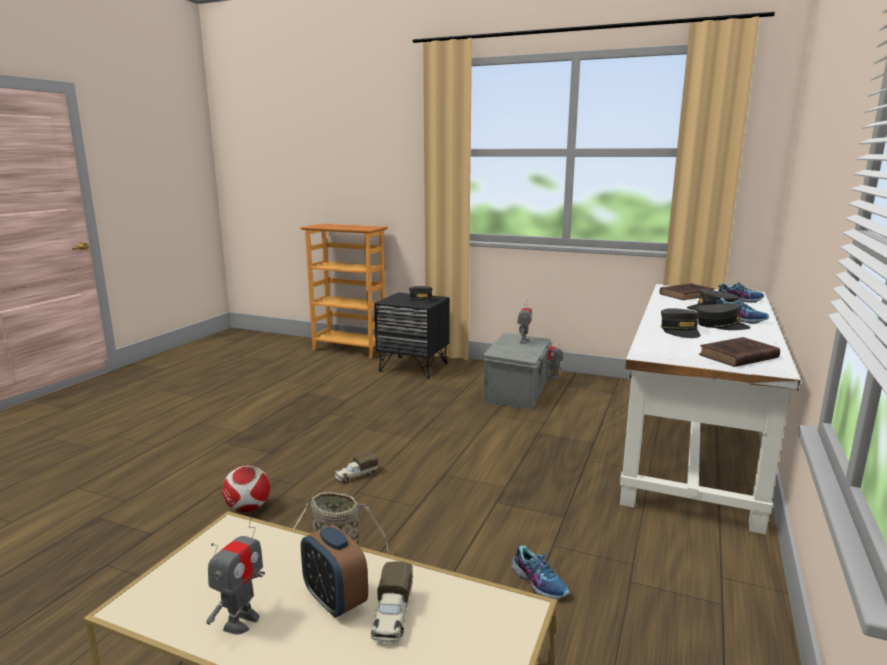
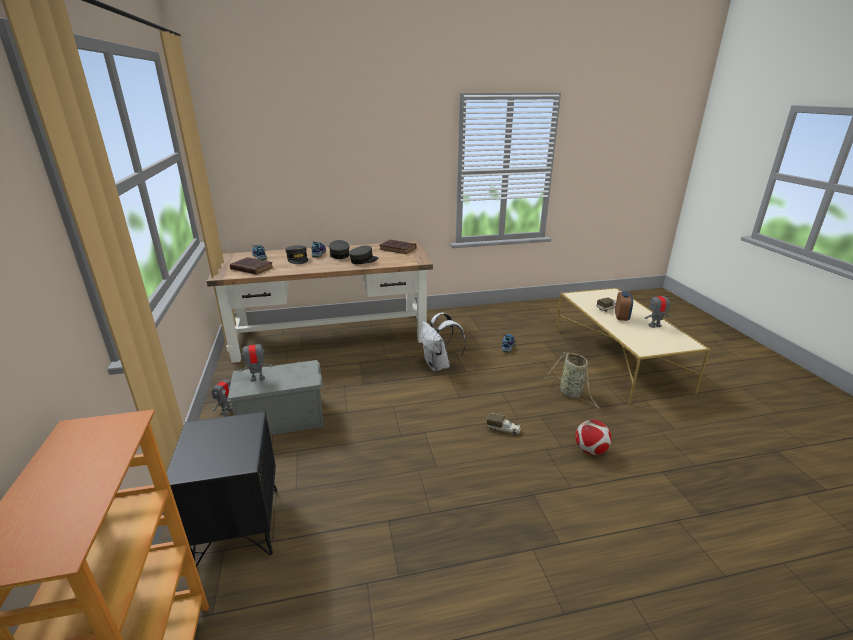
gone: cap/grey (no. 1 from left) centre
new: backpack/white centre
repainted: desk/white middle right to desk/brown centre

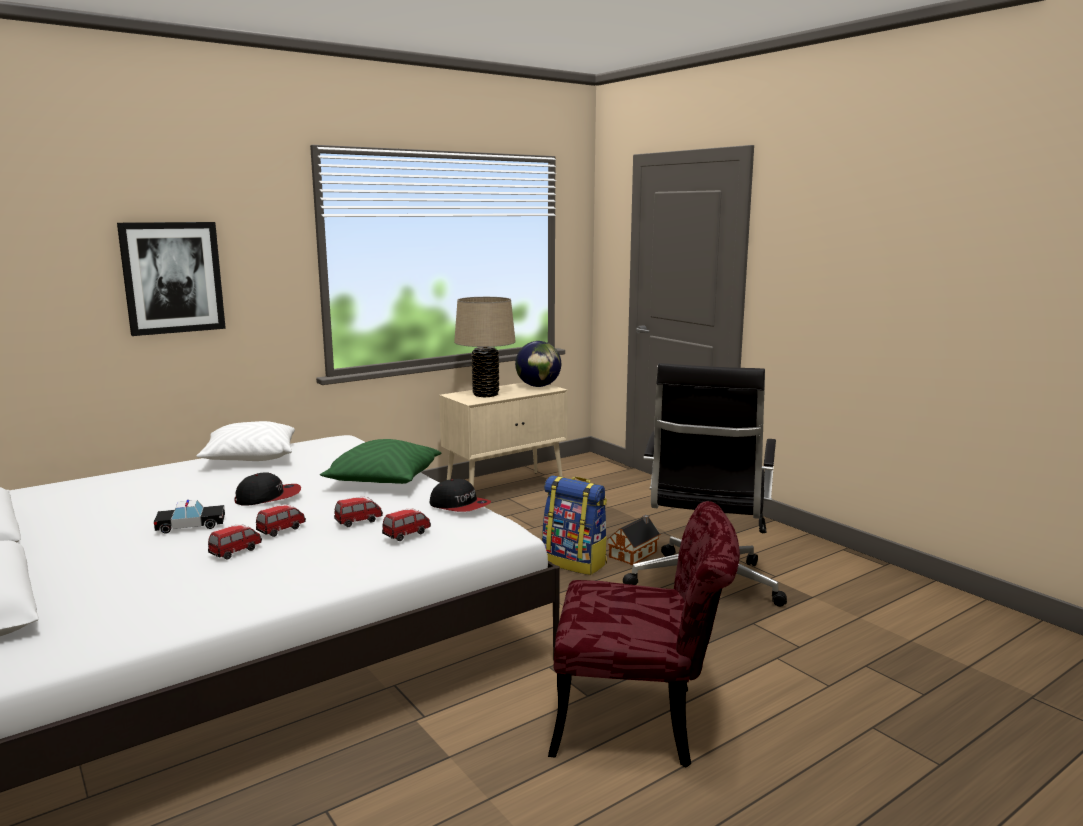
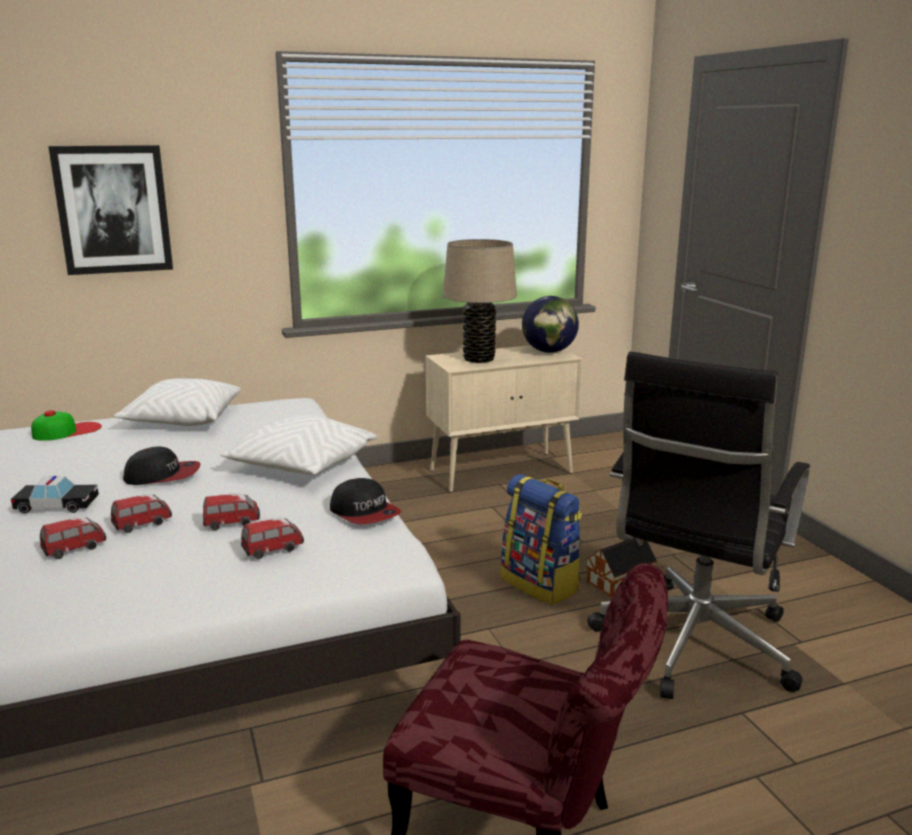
new: cap (no. 1 from left) middle left
repainted: pillow/green centre to pillow/white (no. 2 from left) middle left

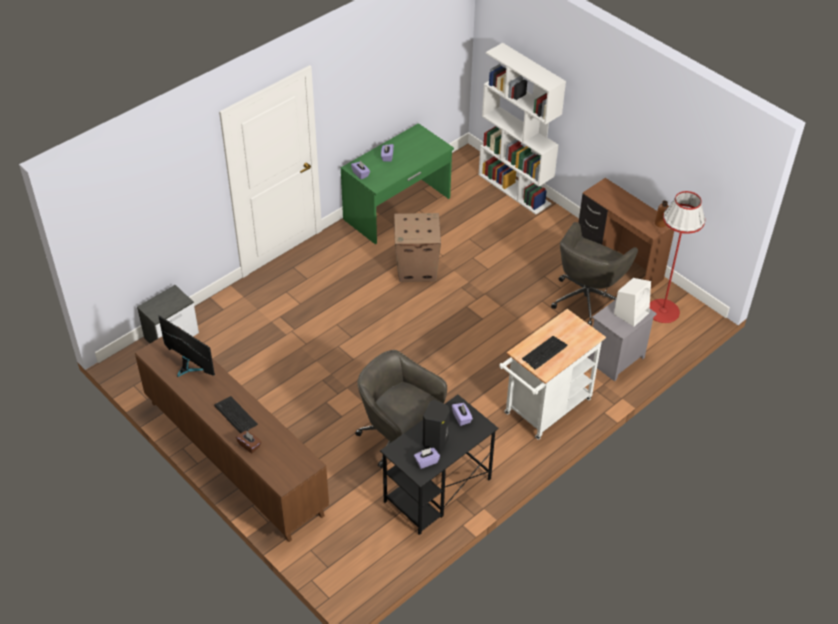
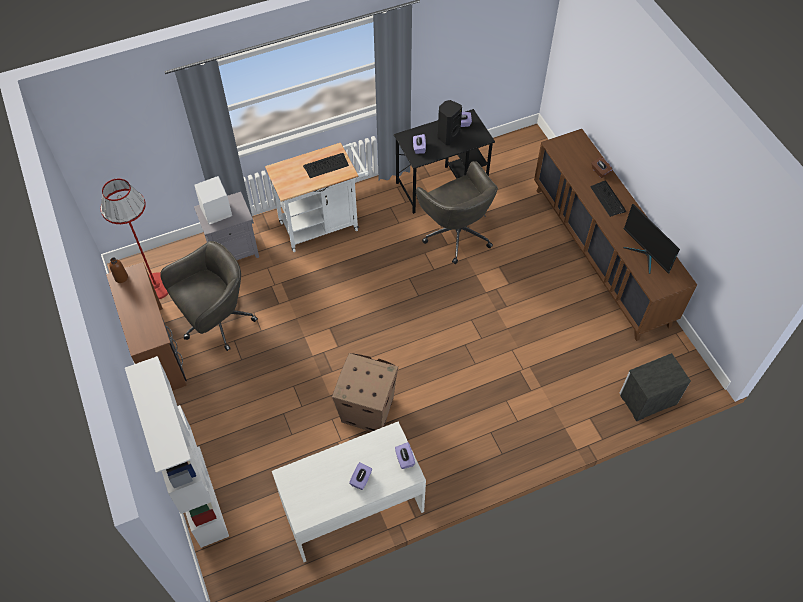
repainted: desk/green top centre to desk/white bottom centre

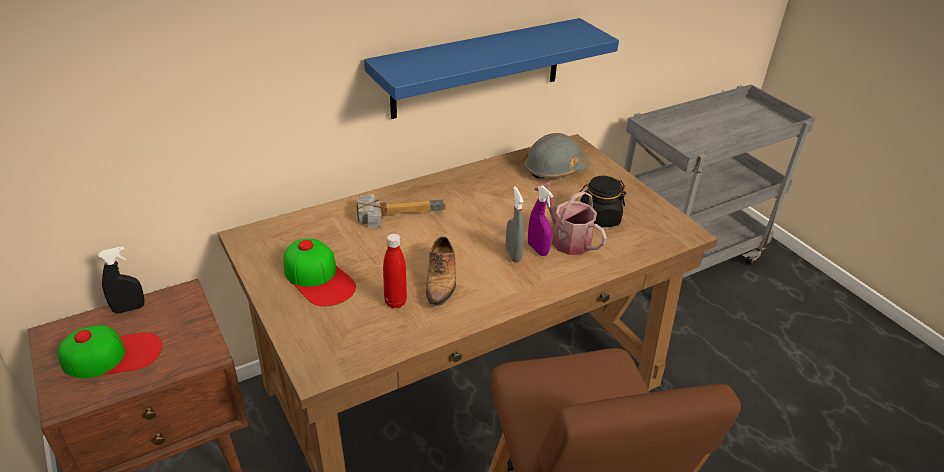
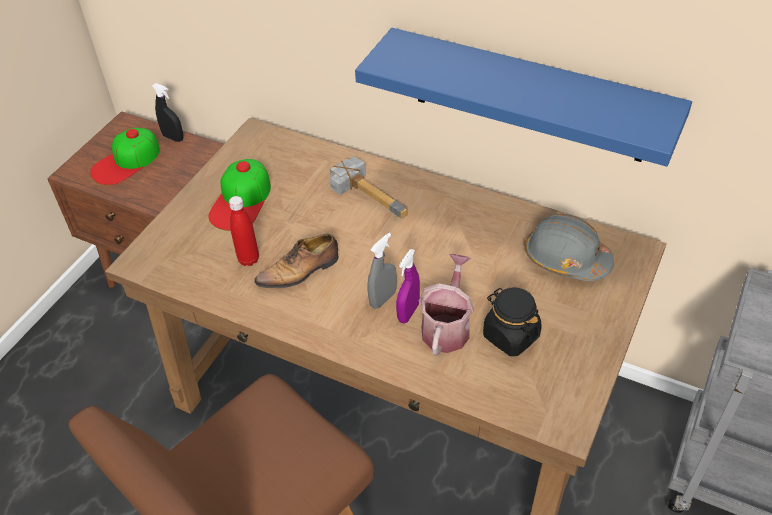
rotated: cap (no. 1 from left) bottom left = top left 90 degrees clockwise

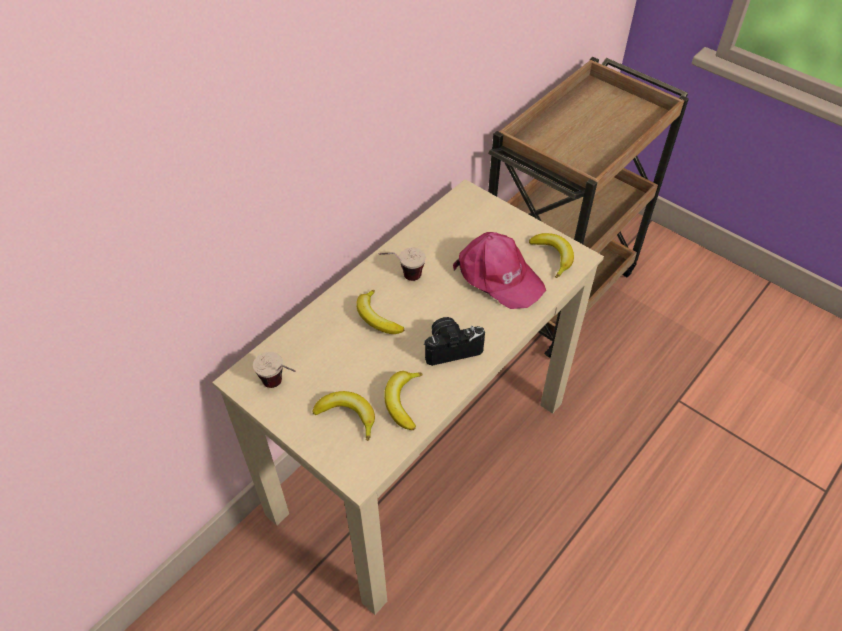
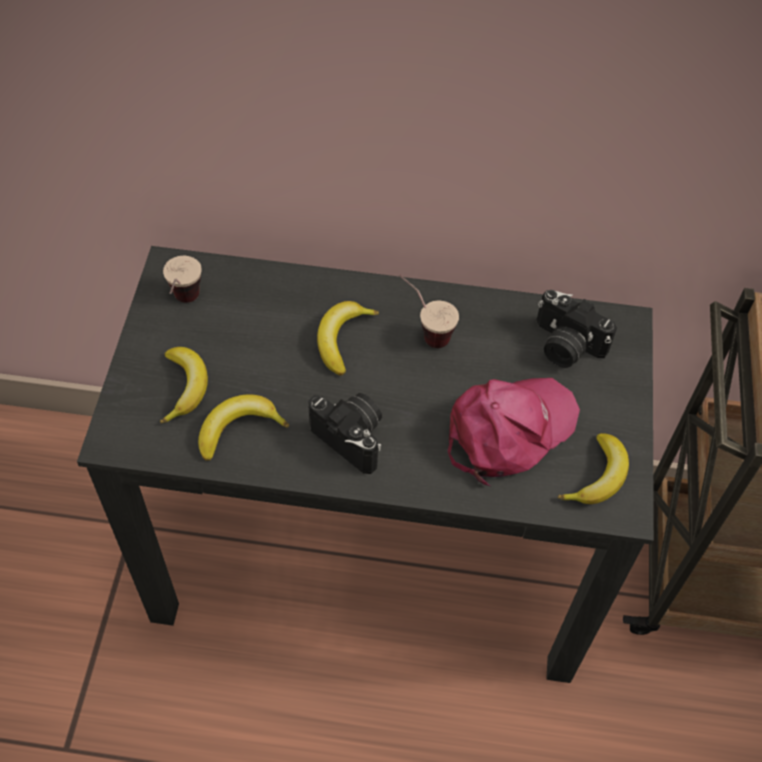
new: photo camera (no. 2 from left) middle right
repainted: desk/beige centre to desk/black centre
rotated: cap/pink centre = middle right 135 degrees counterclockwise

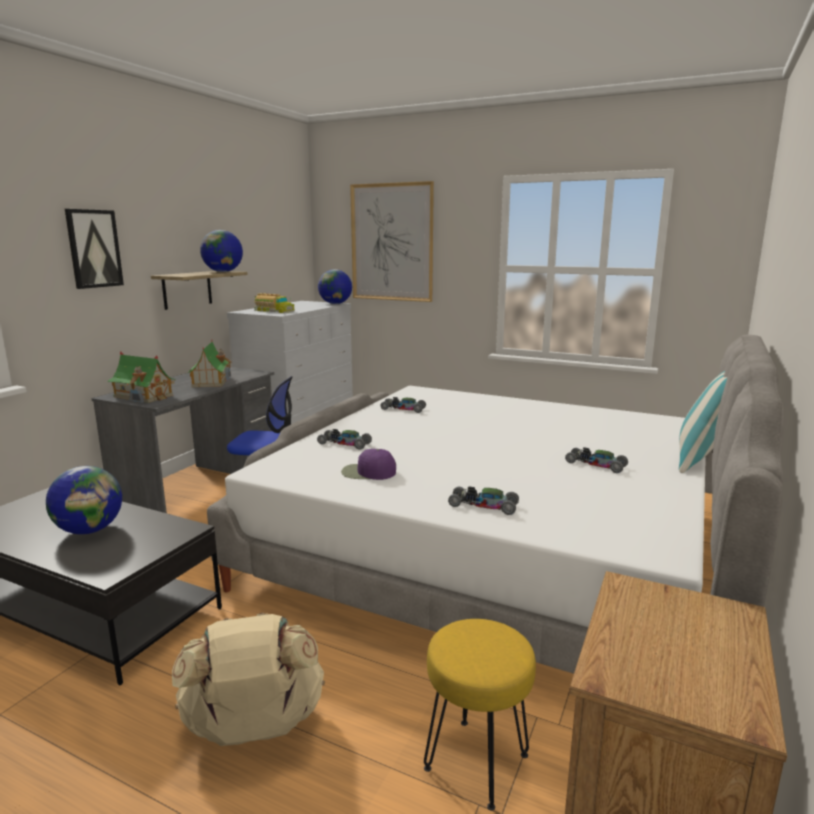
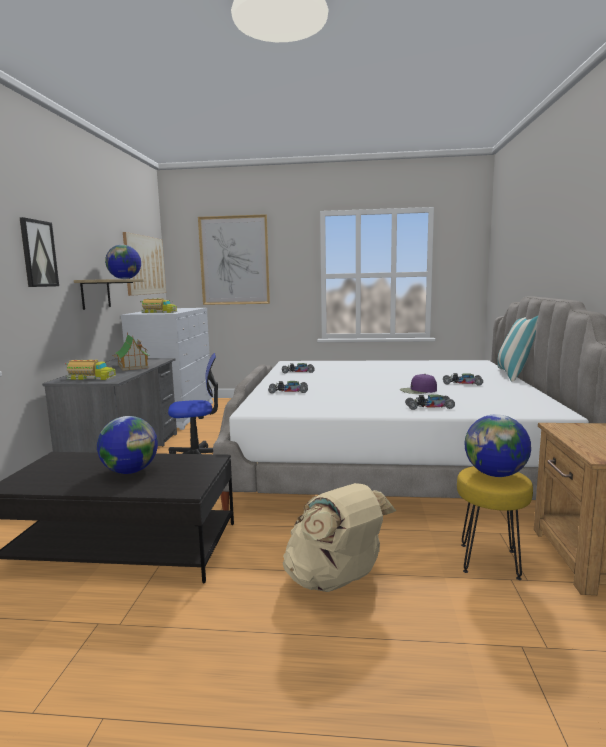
new: picture (no. 2 from left) middle left
shifted: globe (no. 3 from left) centre to middle right; cap/purple centre to middle right
swapped: toy house (no. 1 from left) middle left to toy truck (no. 1 from left) middle left

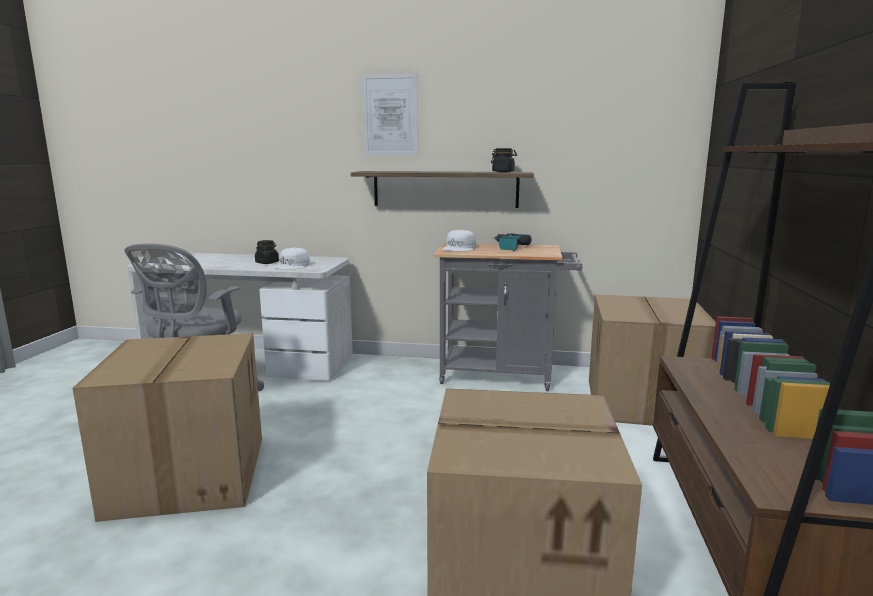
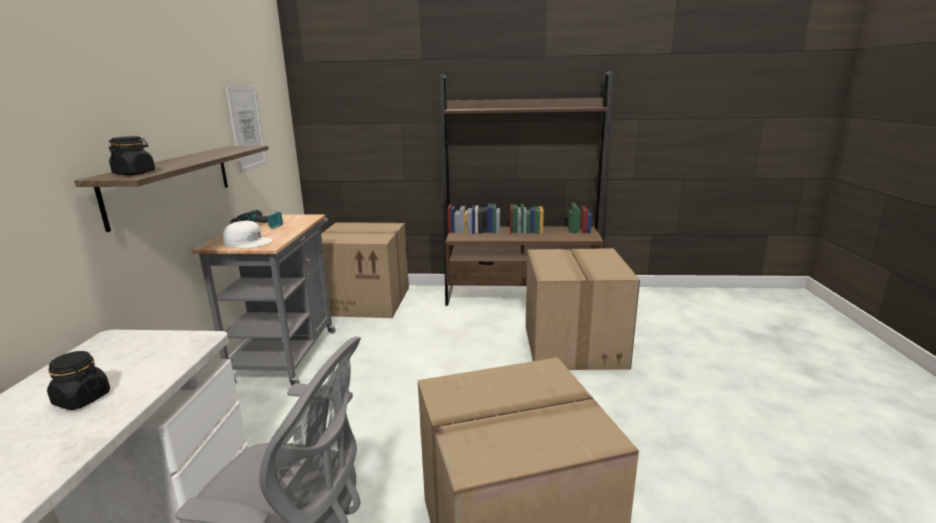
gone: cap/white (no. 1 from left) centre
shifted: picture top centre to top left; jar/black (no. 2 from left) top centre to top left

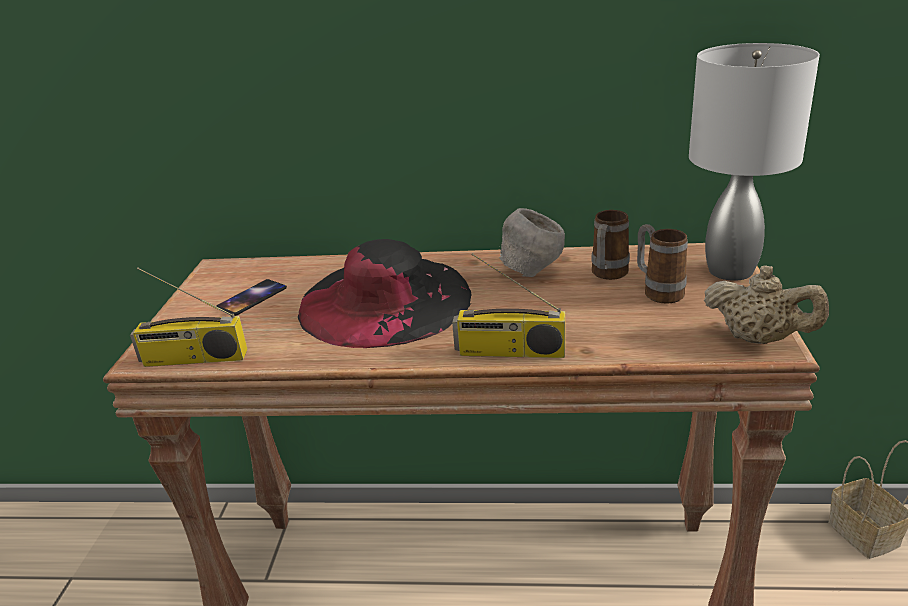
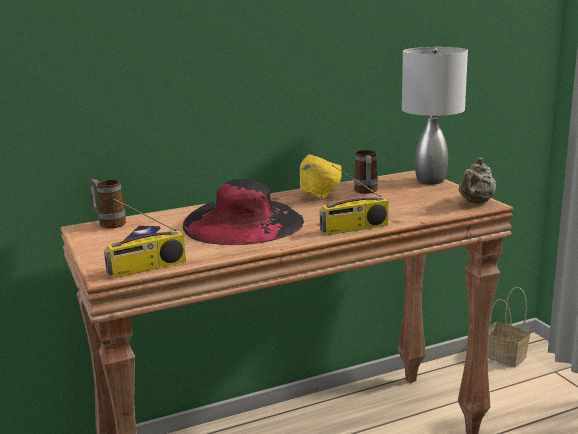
shifted: mug (no. 2 from left in the first image) middle right to mug (no. 1 from left) middle left
repainted: bowl/grey centre to bowl/yellow centre
rotated: teapot/beige middle right = middle right 120 degrees clockwise

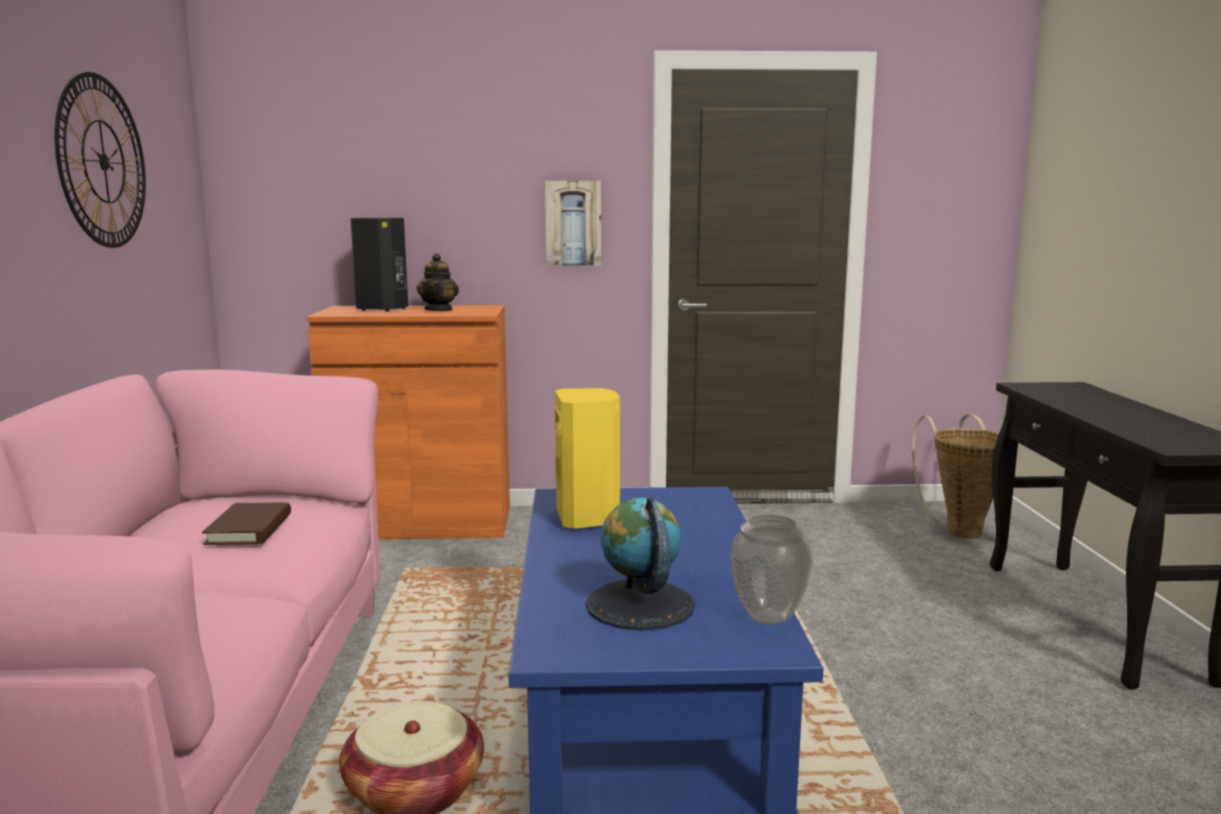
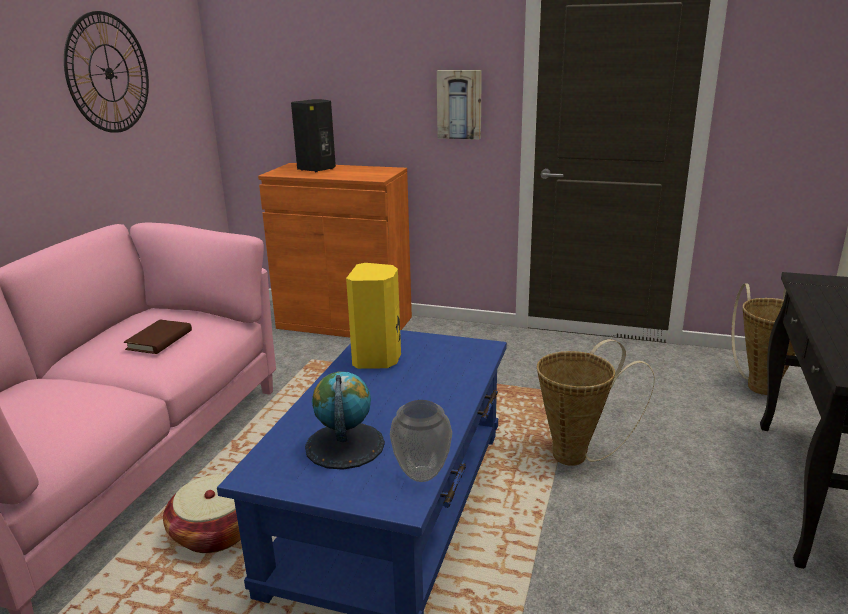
gone: teapot centre
new: basket (no. 2 from left) middle right

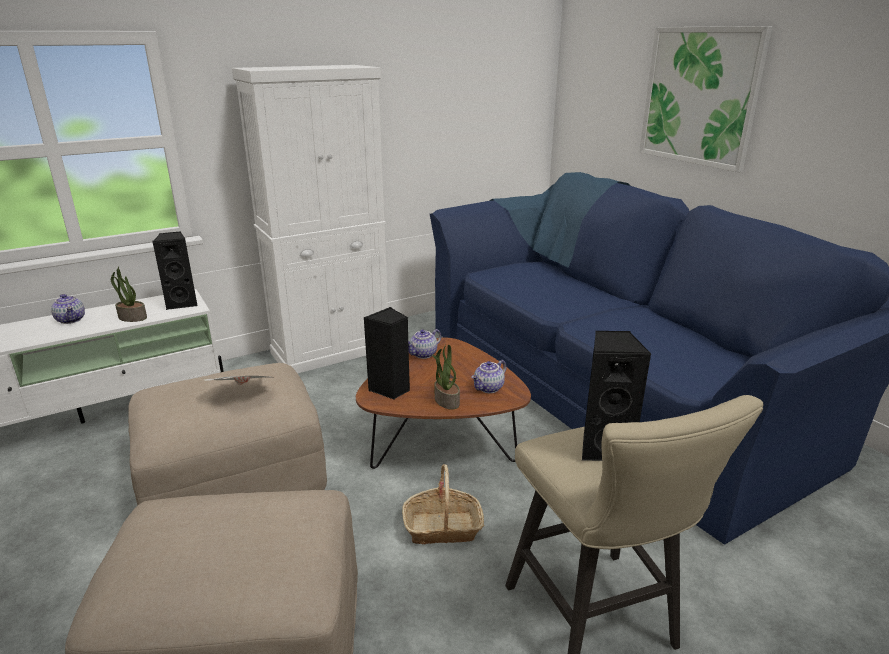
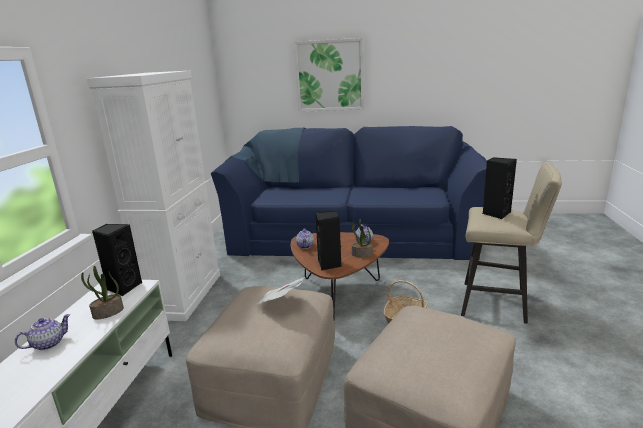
rotated: teapot (no. 1 from left) middle left = bottom left 45 degrees counterclockwise

